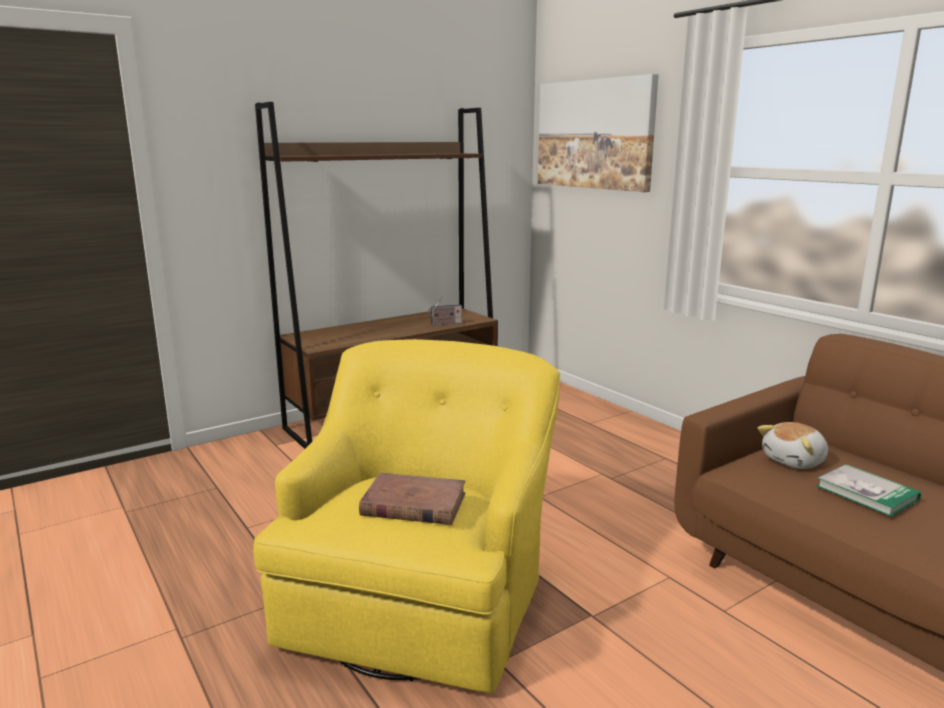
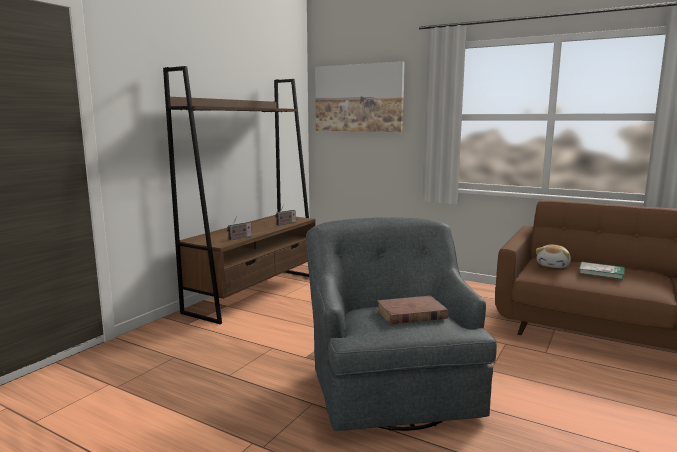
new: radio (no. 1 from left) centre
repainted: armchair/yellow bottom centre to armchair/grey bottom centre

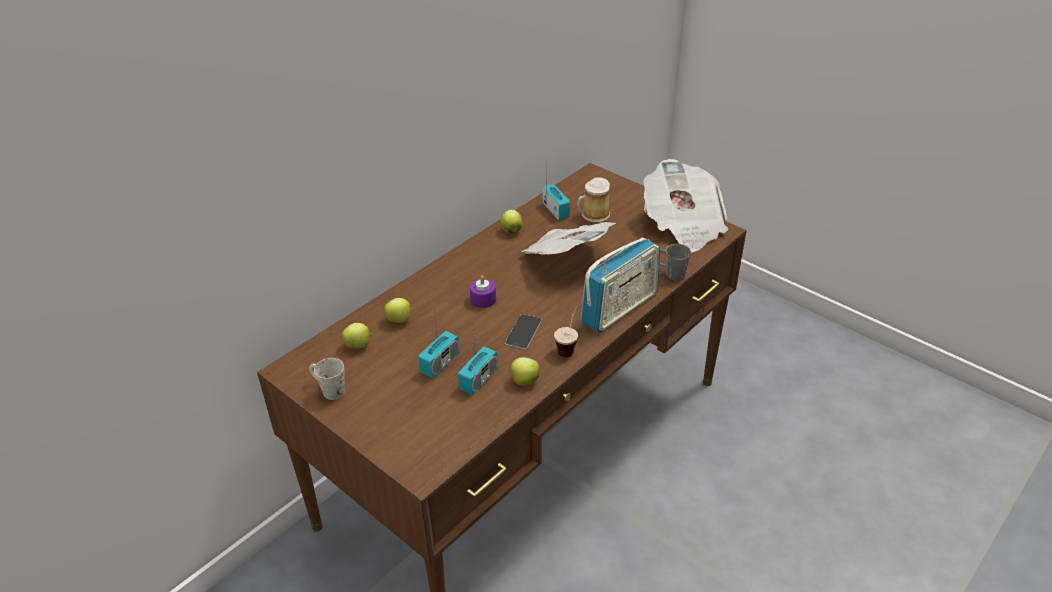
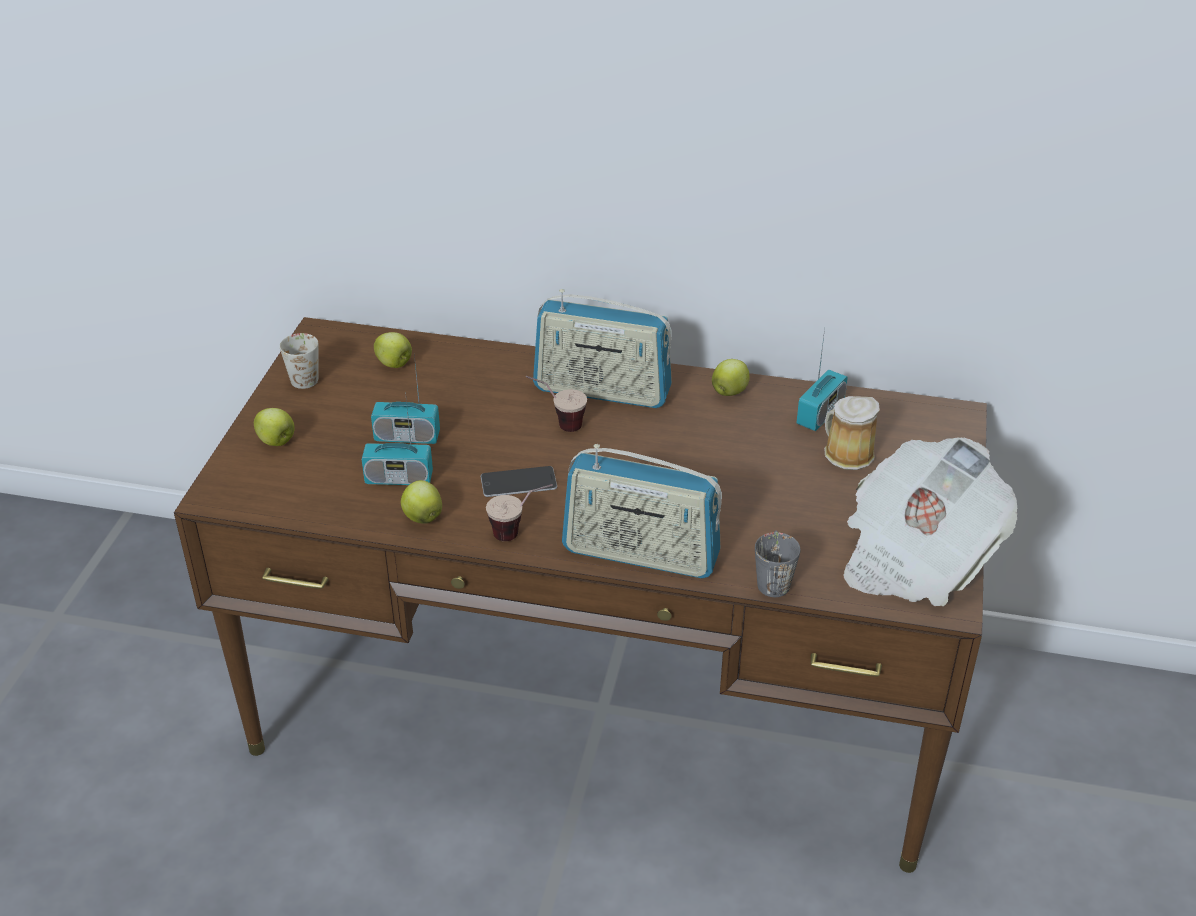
gone: newspaper (no. 1 from left) centre
new: radio (no. 3 from left) centre
shifted: apple (no. 2 from left in the first image) centre to apple (no. 1 from left) middle left
swapped: candle/purple centre to cup (no. 2 from left) centre

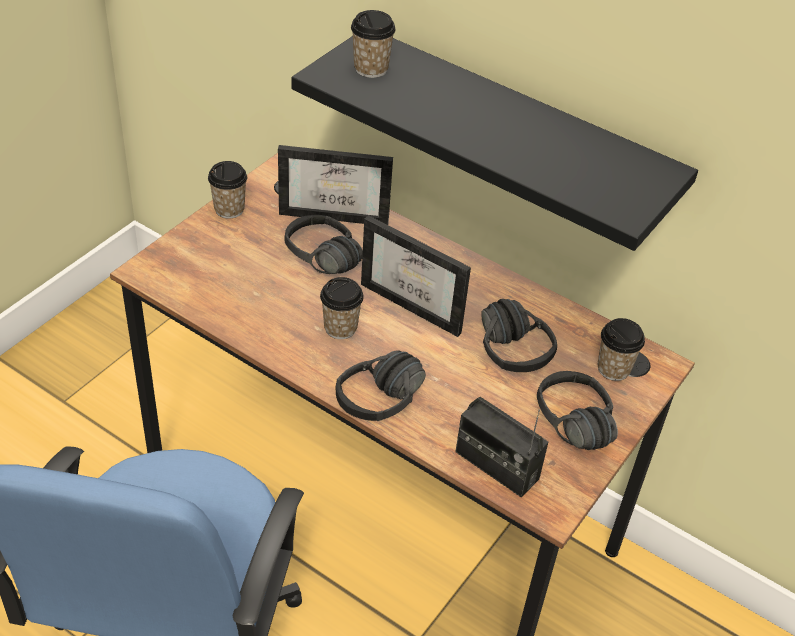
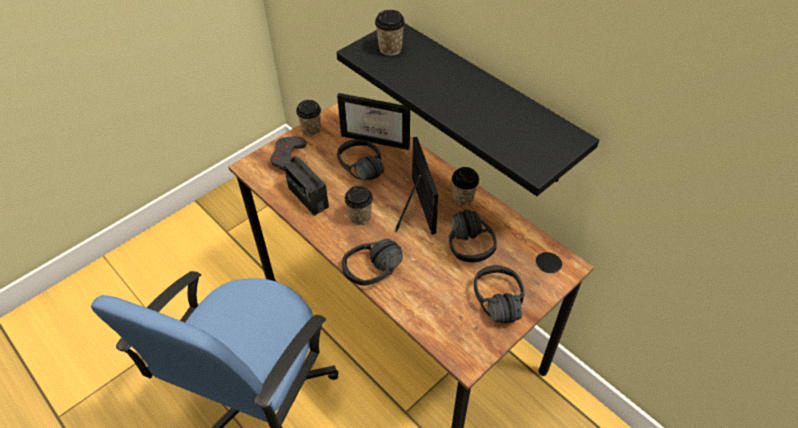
new: game controller/grey centre
shifted: radio bottom centre to centre; cup (no. 4 from left) middle right to centre
rotated: picture frame (no. 2 from left) centre = centre 150 degrees counterclockwise

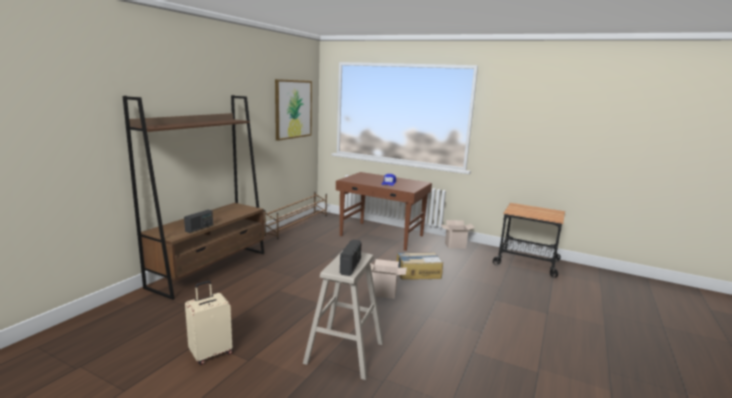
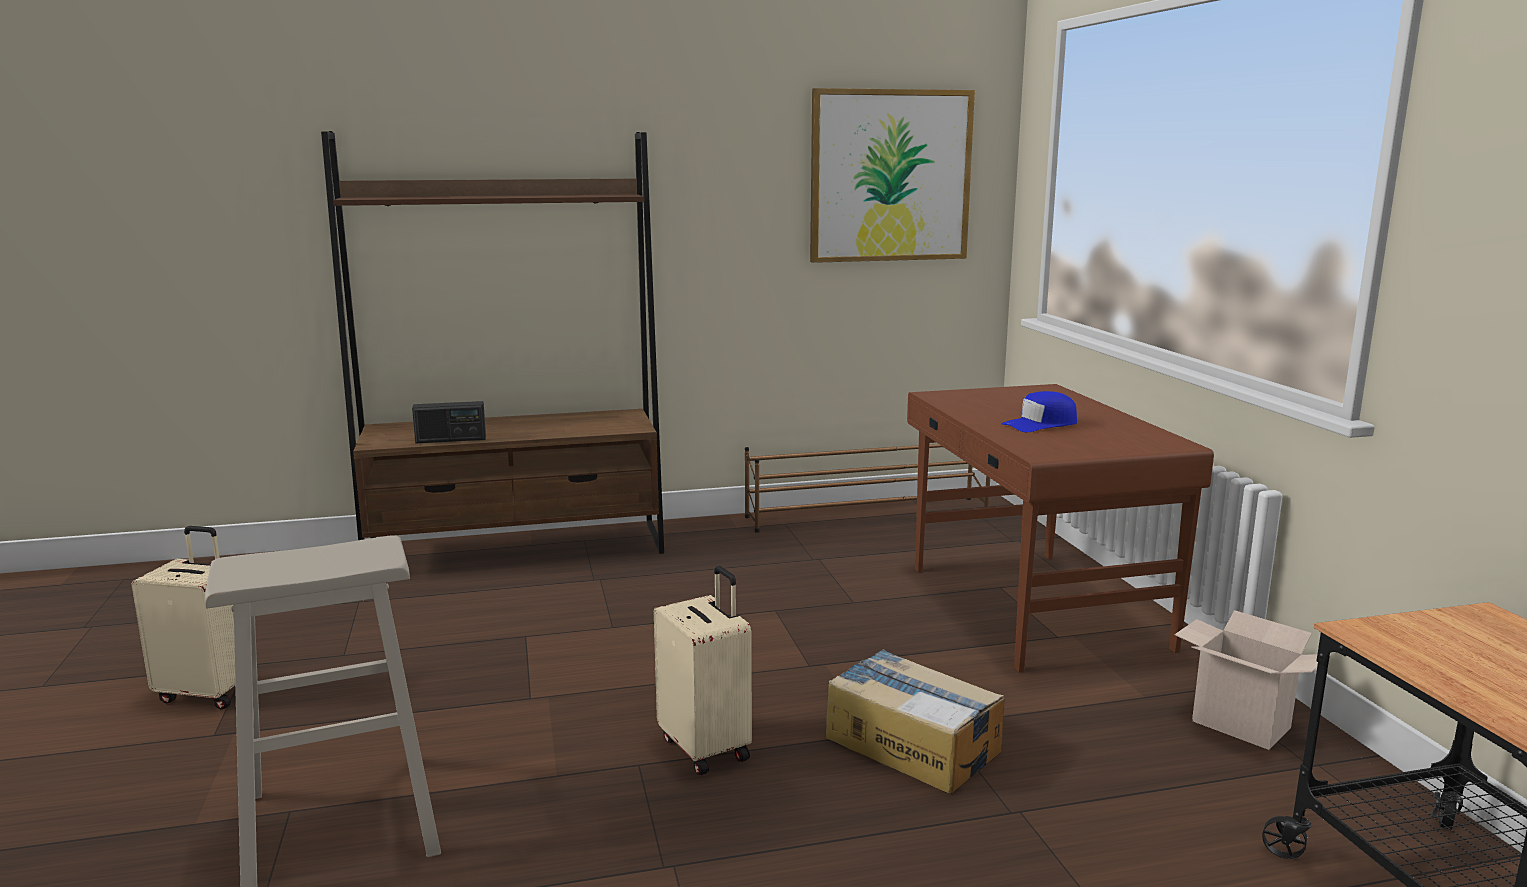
gone: radio (no. 2 from left) centre
swapped: cardboard box (no. 1 from left) bottom centre to suitcase/beige (no. 2 from left) bottom centre

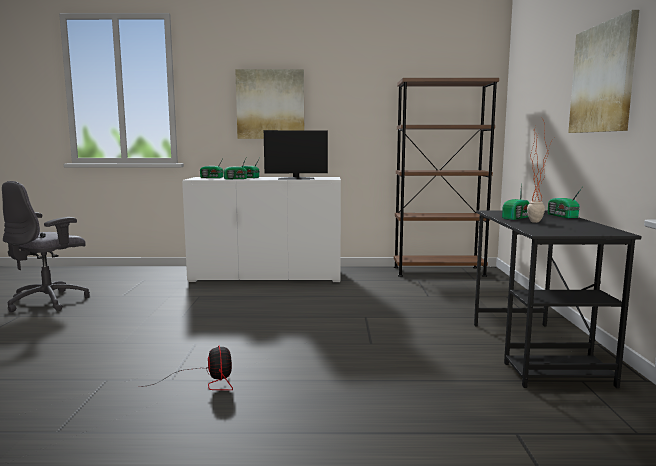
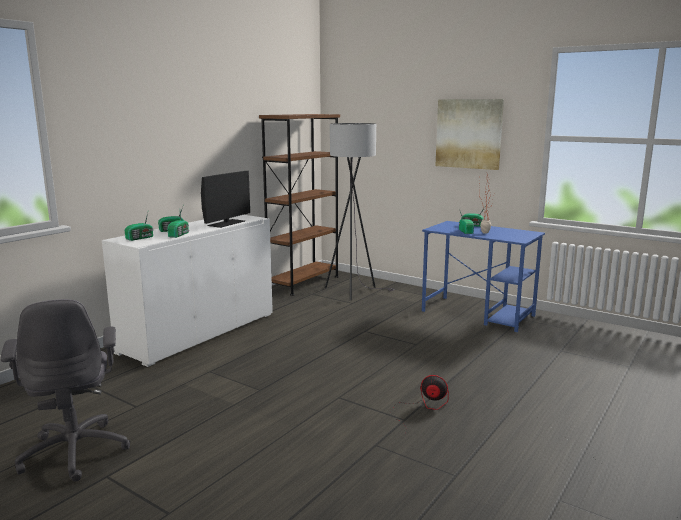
gone: picture (no. 1 from left) top centre
new: floor lamp/grey centre
repainted: desk/black middle right to desk/blue middle right

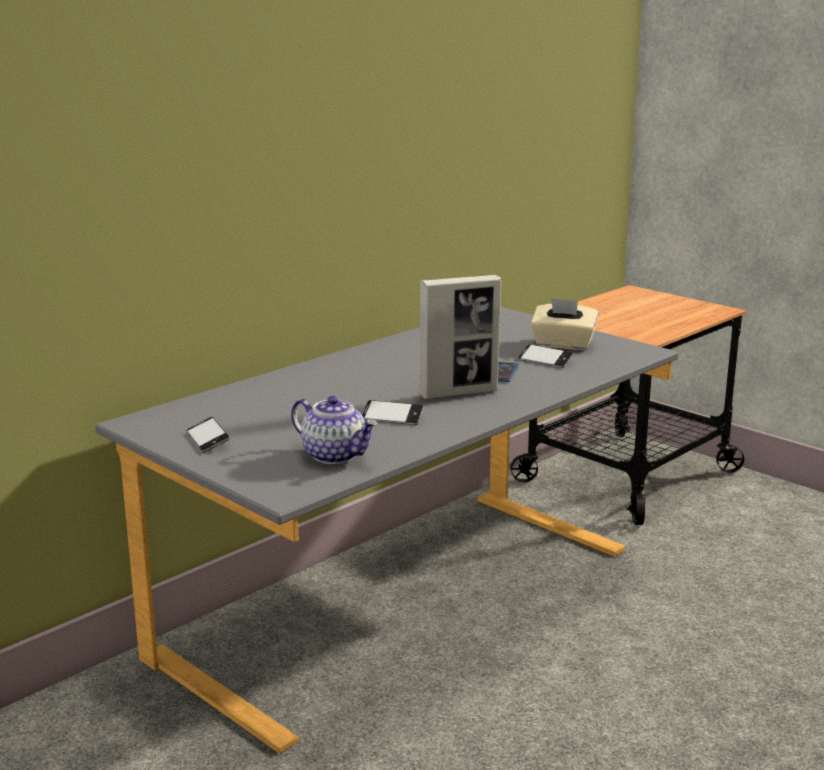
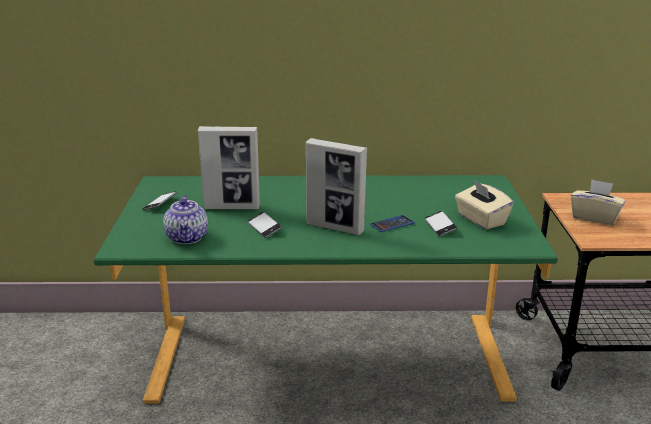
new: picture frame (no. 1 from left) centre; tissue box/beige (no. 2 from left) middle right
repainted: desk/grey bottom centre to desk/green bottom centre

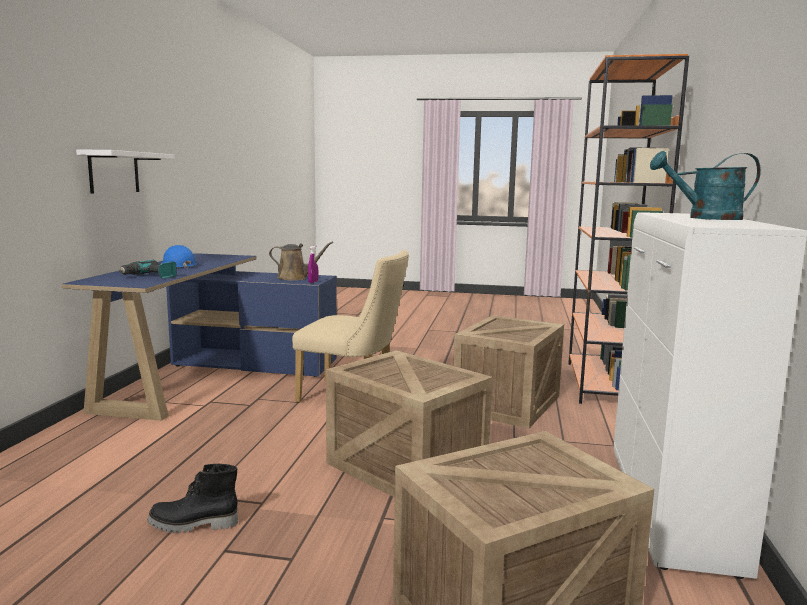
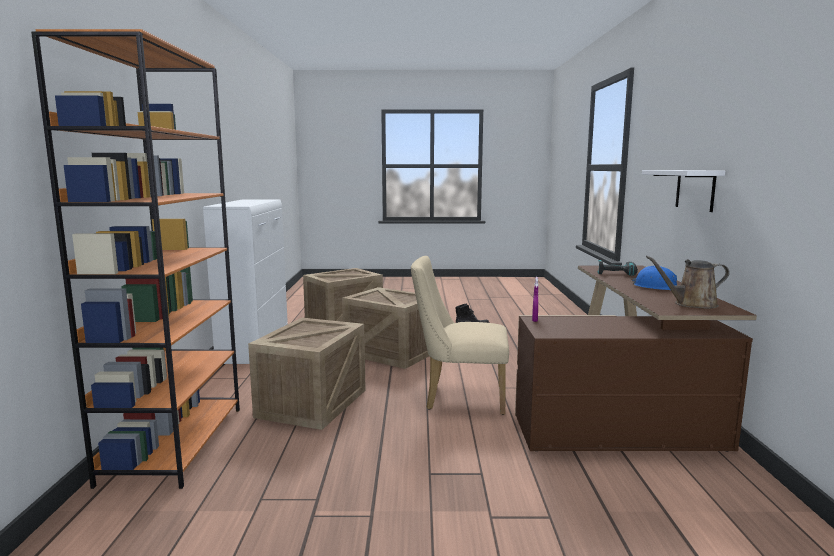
gone: watering can/turquoise top right
shifted: watering can/brown centre to middle right
repainted: desk/blue middle left to desk/brown middle right

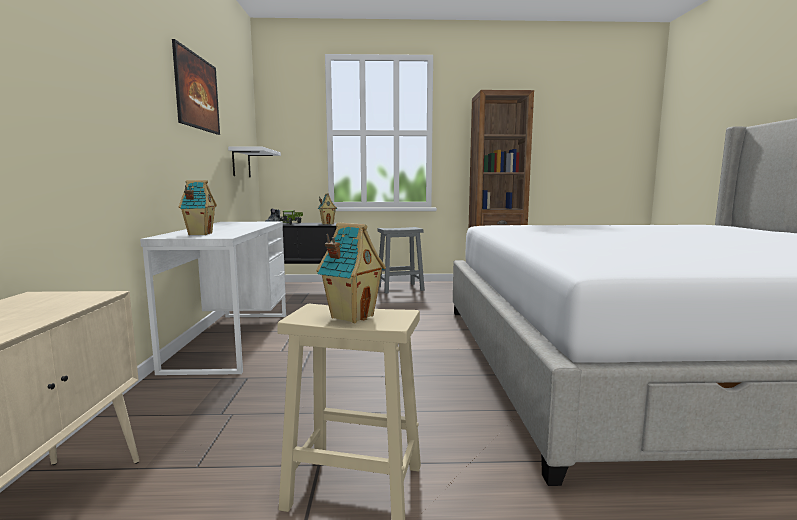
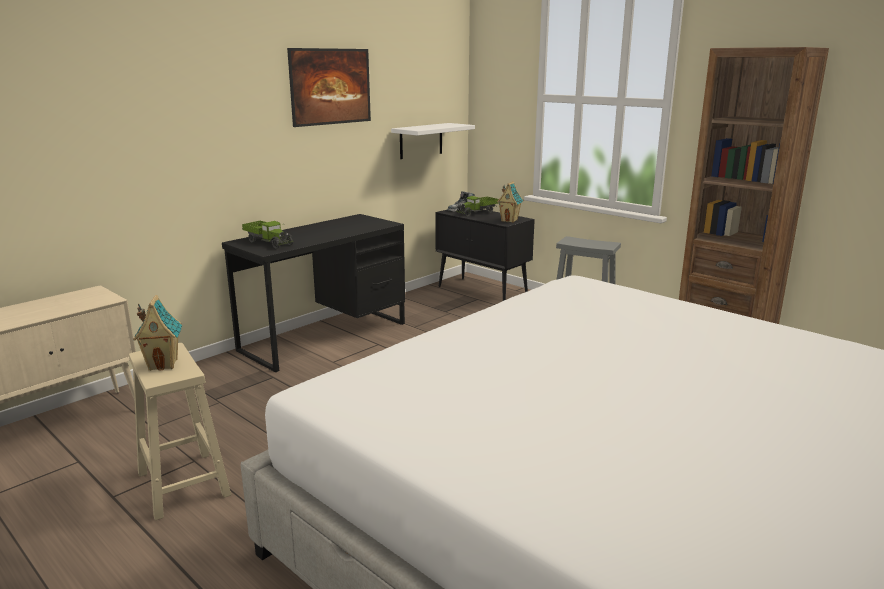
swapped: toy house (no. 1 from left) middle left to toy truck (no. 1 from left) middle left
repainted: desk/white middle left to desk/black centre

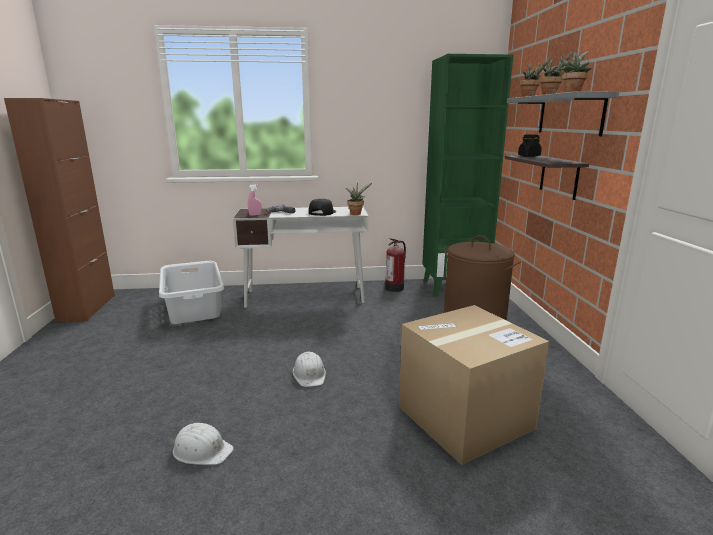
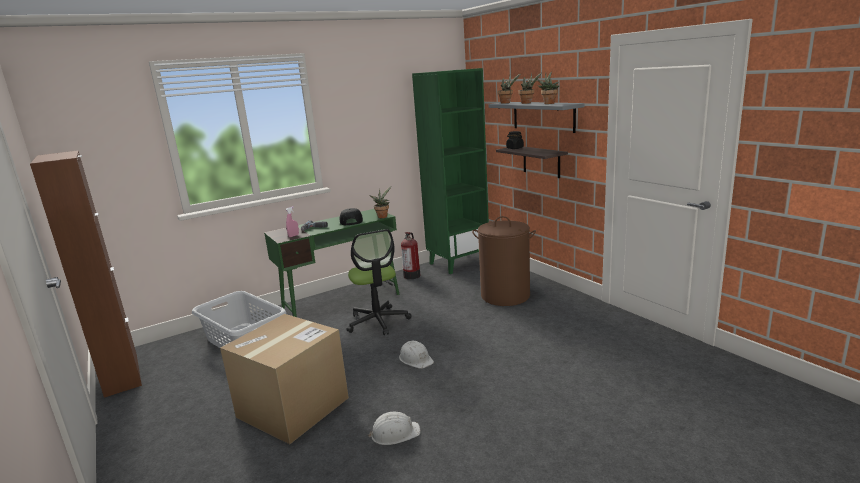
new: office chair centre
shifted: cardboard box bottom centre to bottom left
repainted: desk/white centre to desk/green centre

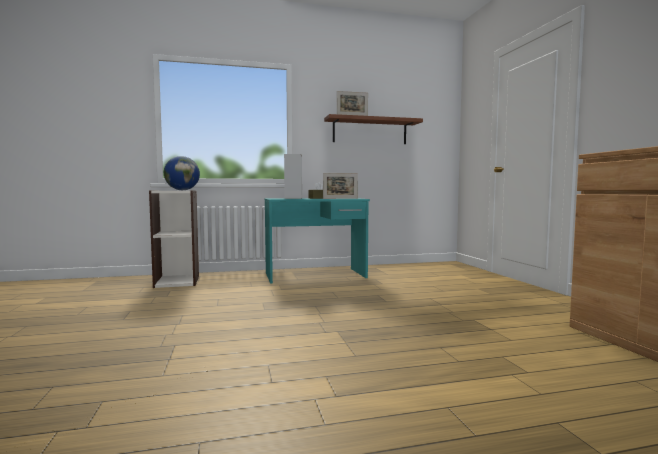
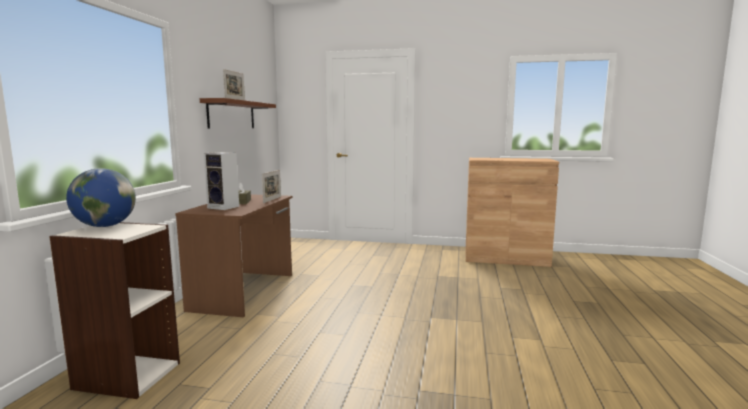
repainted: desk/turquoise centre to desk/brown middle left

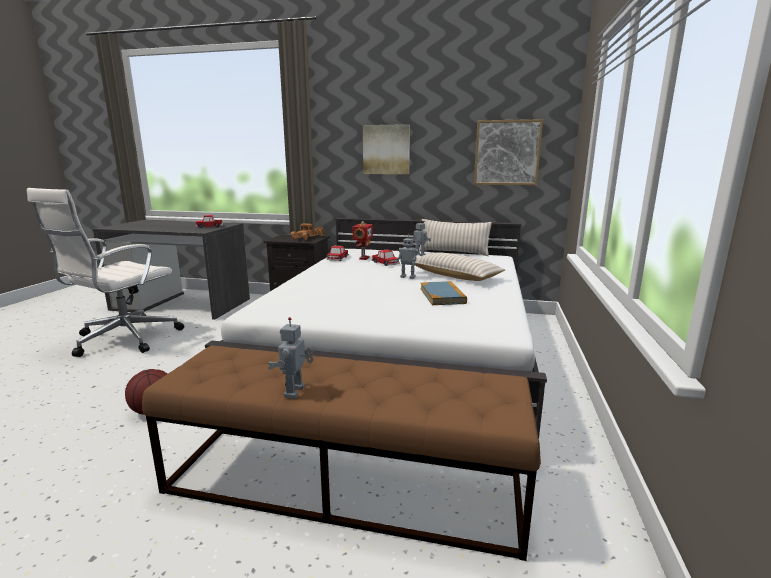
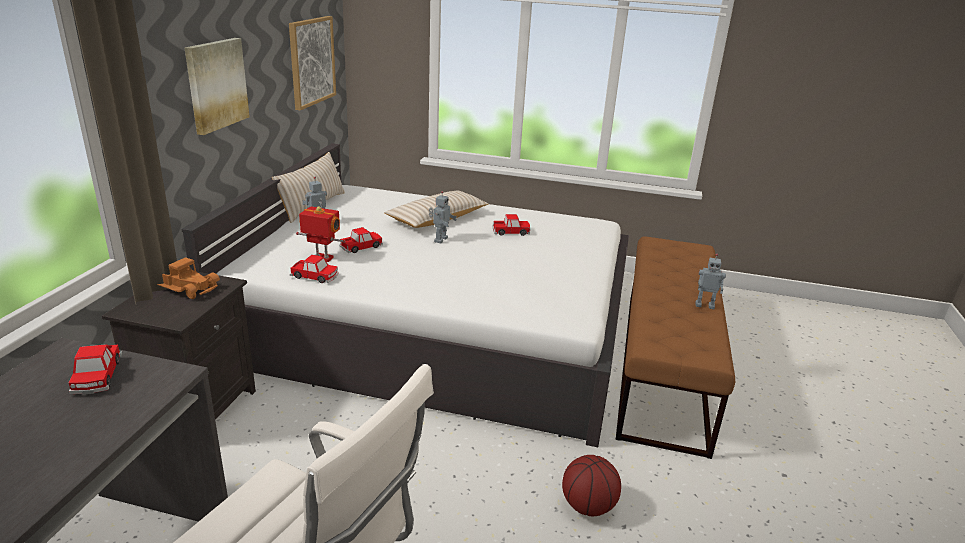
swapped: book centre to toy car (no. 4 from left) centre

